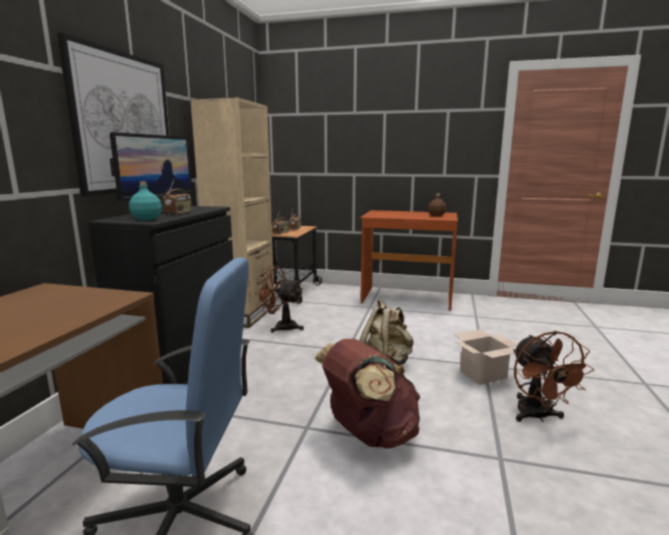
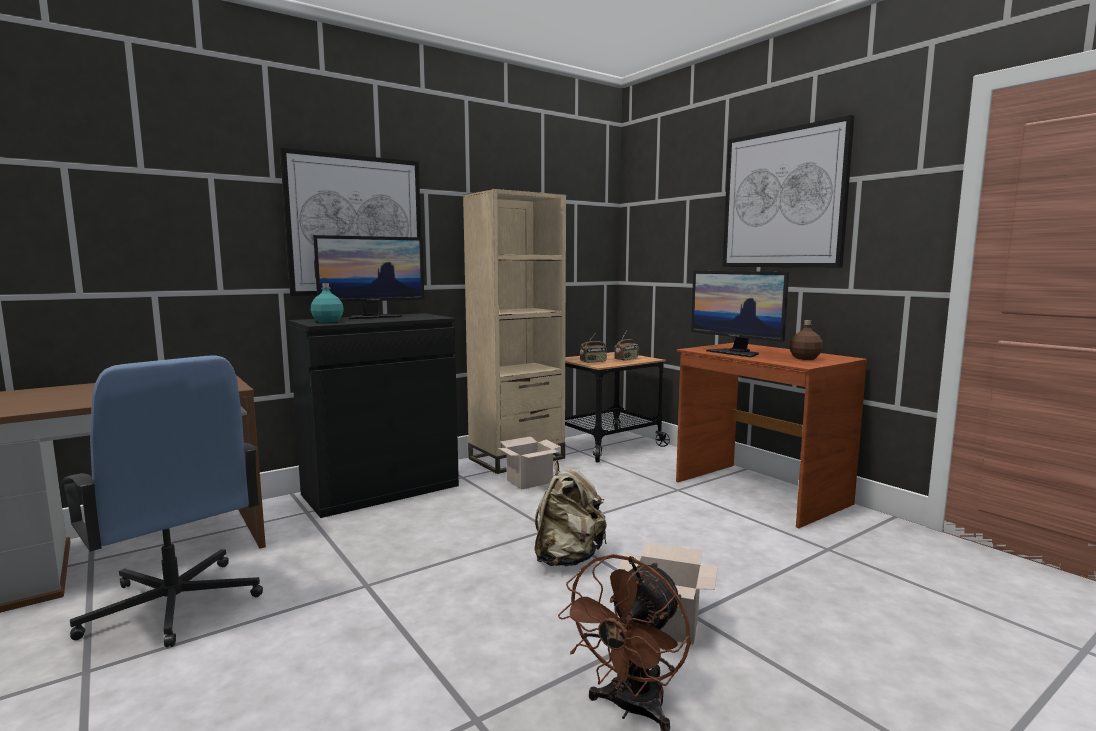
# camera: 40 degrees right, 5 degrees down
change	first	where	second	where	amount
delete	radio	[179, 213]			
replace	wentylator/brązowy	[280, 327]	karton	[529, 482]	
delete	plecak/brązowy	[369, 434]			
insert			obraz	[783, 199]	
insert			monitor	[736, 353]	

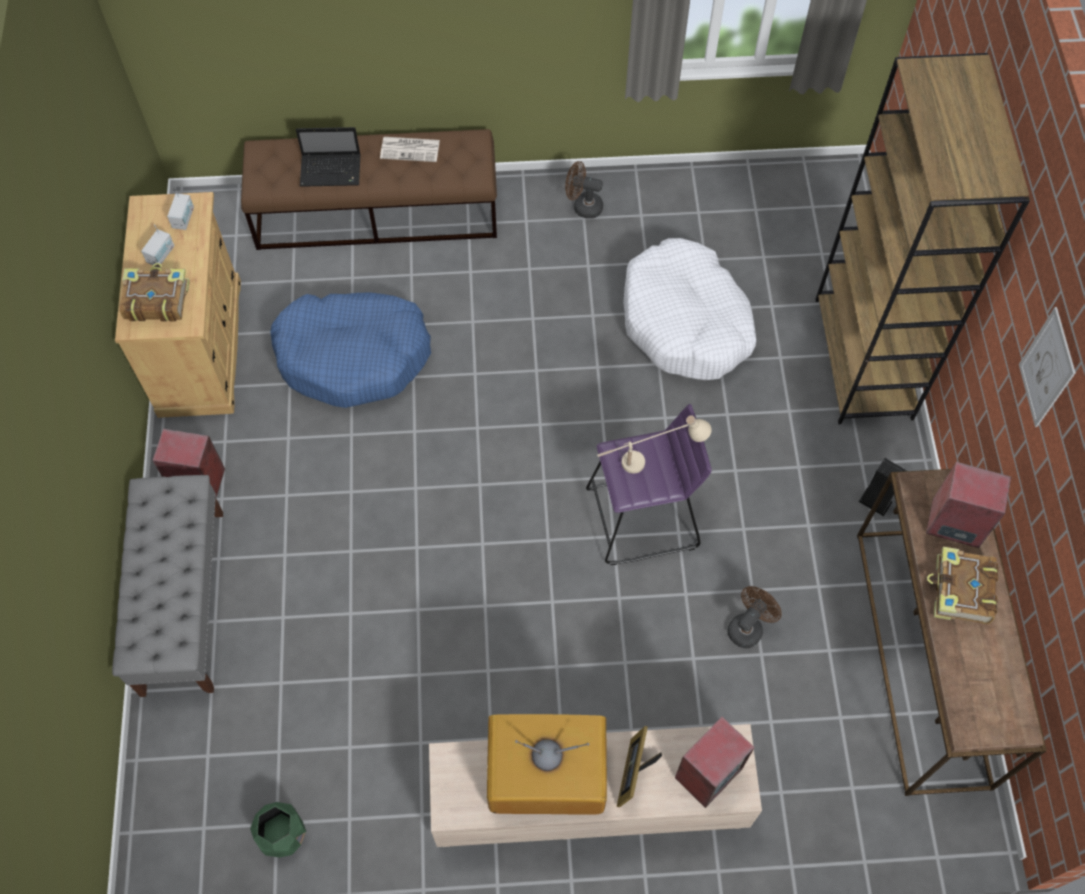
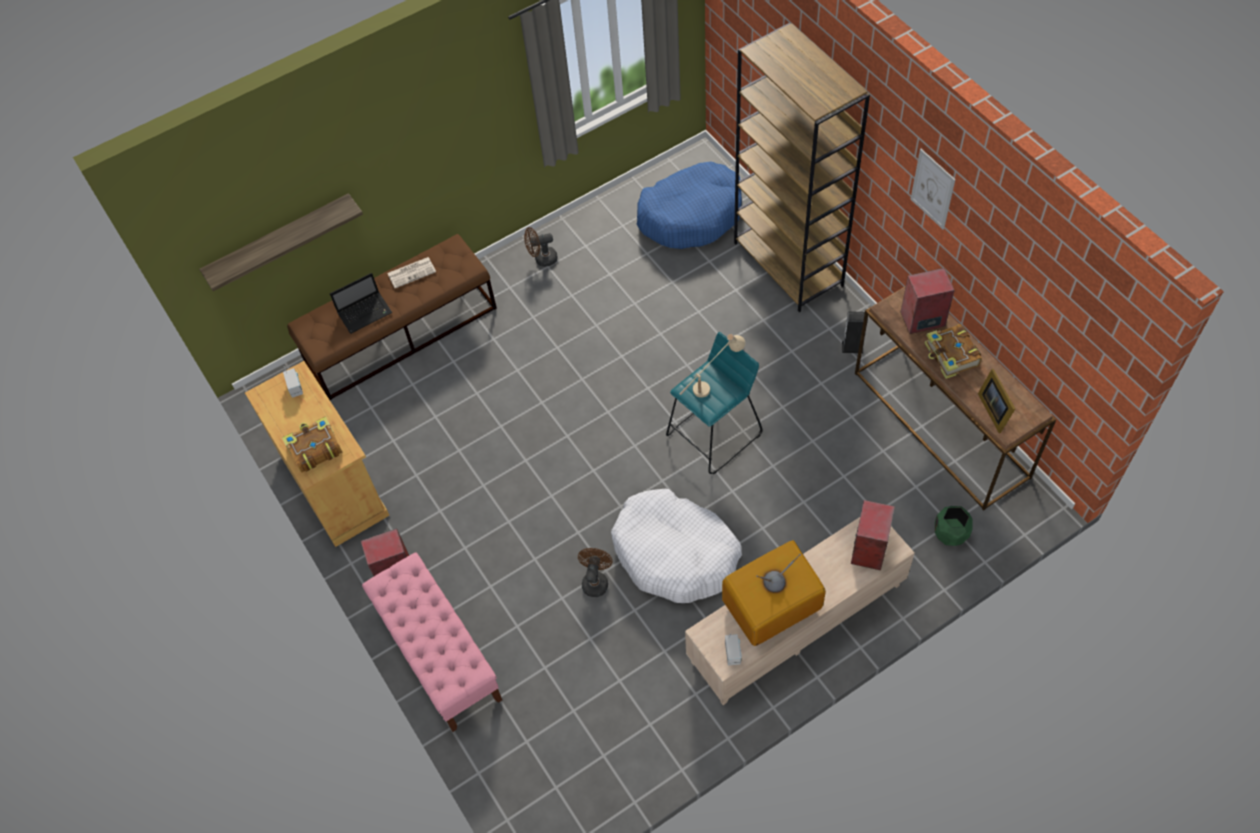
# camera: 25 degrees left, 5 degrees down
change	first	where	second	where	amount
move	radio	[161, 255]		[733, 653]	
move	legowisko/biały	[686, 322]		[675, 554]	
move	legowisko/niebieski	[353, 356]		[691, 215]	
recolor	stołek/fioletowy	[642, 518]	stołek/turkusowy	[714, 434]	
recolor	ławka/szary	[183, 600]	ławka/różowy	[439, 654]	
move	wentylator/brązowy	[748, 627]		[595, 580]	
move	ramka na zdjęcie	[635, 772]		[994, 409]	
move	donica/zielony	[283, 834]		[950, 533]	
insert			półka	[280, 241]	

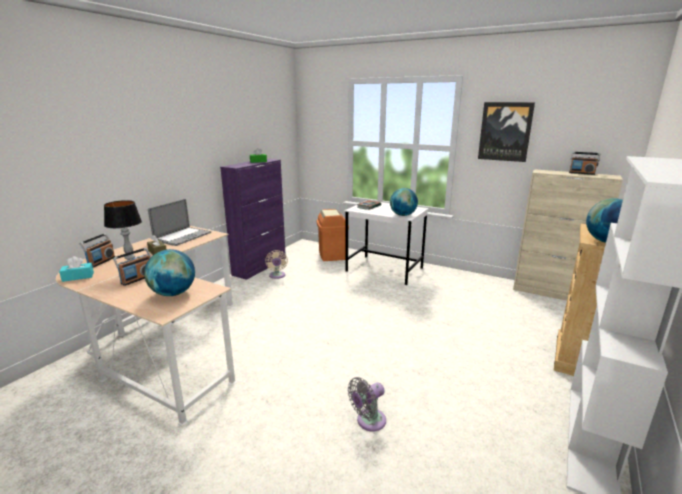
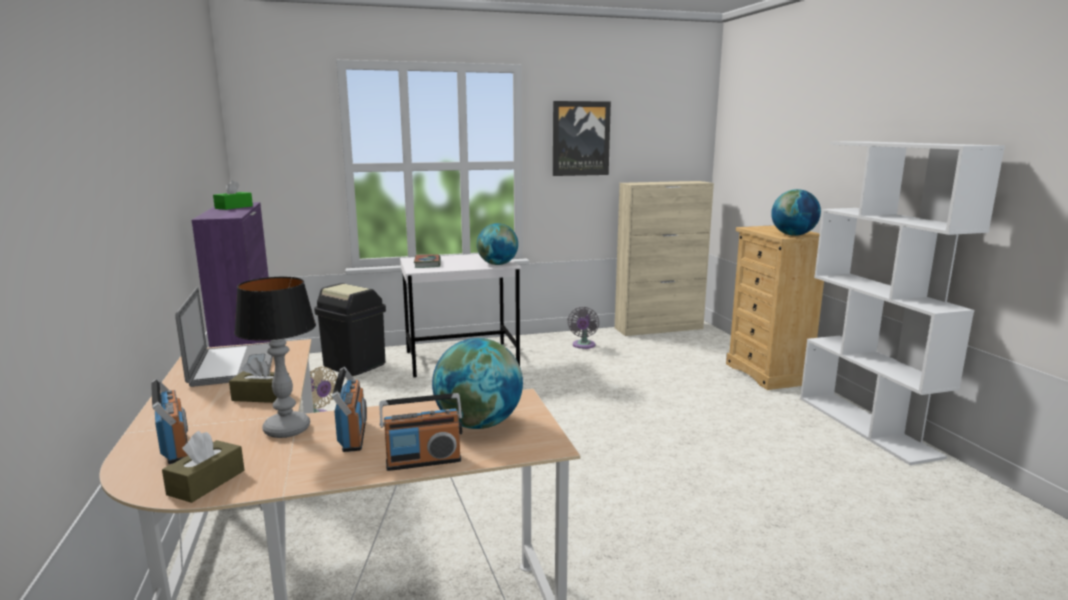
# camera: 45 degrees left, 5 degrees down
change	first	where	second	where	amount
move	radio	[581, 173]		[423, 461]	
recolor	kosz na śmieci/pomarańczowy	[332, 255]	kosz na śmieci/czarny	[354, 365]	
recolor	pudełko chusteczek/turkusowy	[78, 277]	pudełko chusteczek/brązowy	[206, 482]	
move	wentylator/szary	[368, 421]		[583, 345]	

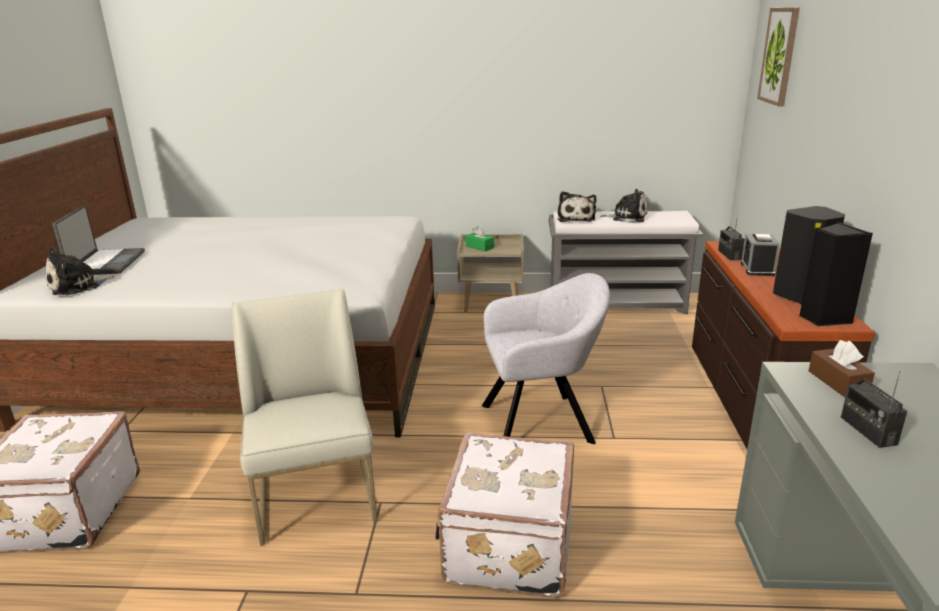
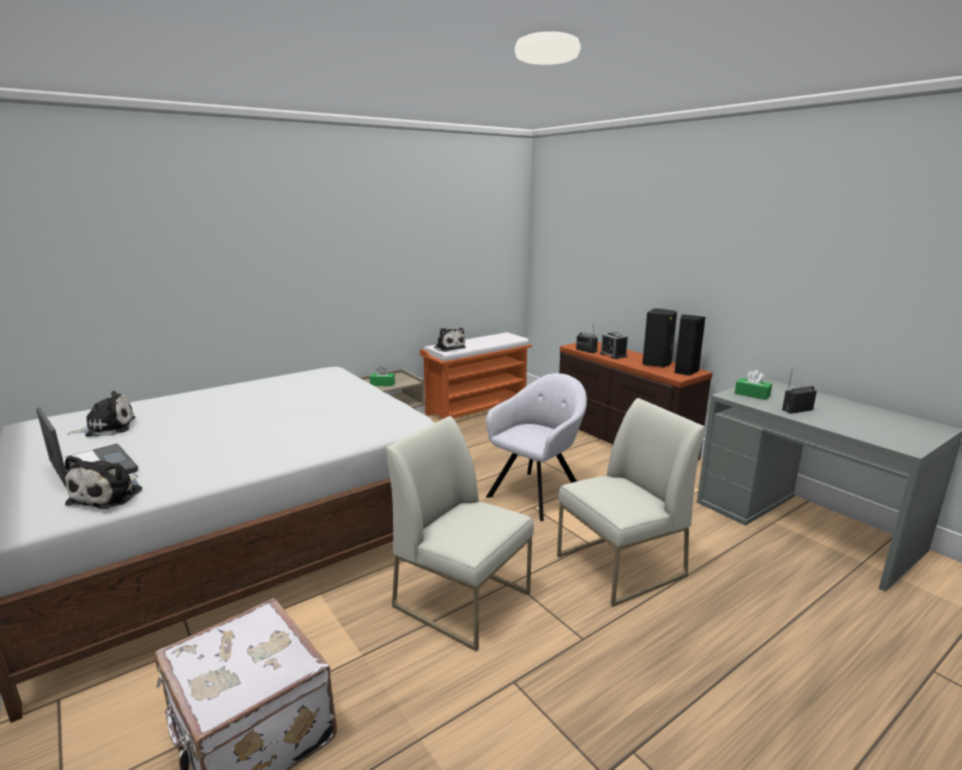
# camera: 40 degrees left, 5 degrees down
change	first	where	second	where	amount
delete	obraz	[779, 56]			
move	pluszak	[627, 217]		[107, 428]	
recolor	ławka/szary	[617, 304]	ławka/pomarańczowy	[477, 408]	
recolor	pudełko chusteczek/brązowy	[838, 382]	pudełko chusteczek/zielony	[752, 394]	
rotate	radio	[867, 430]		[797, 410]	120 degrees clockwise
replace	walizka/biały	[506, 546]	krzesło/biały	[620, 566]	

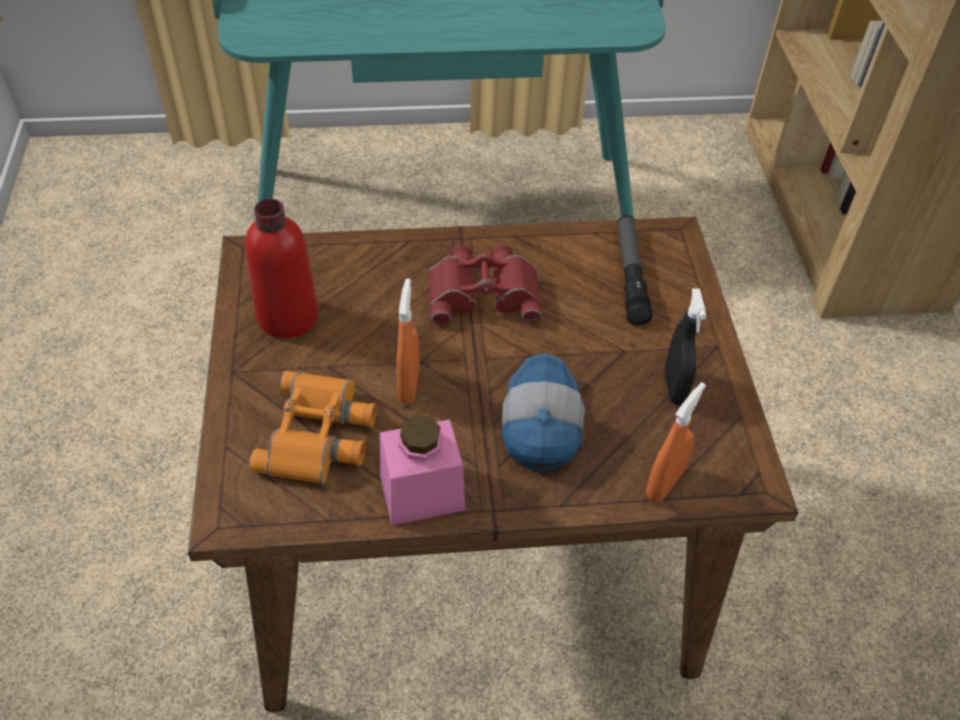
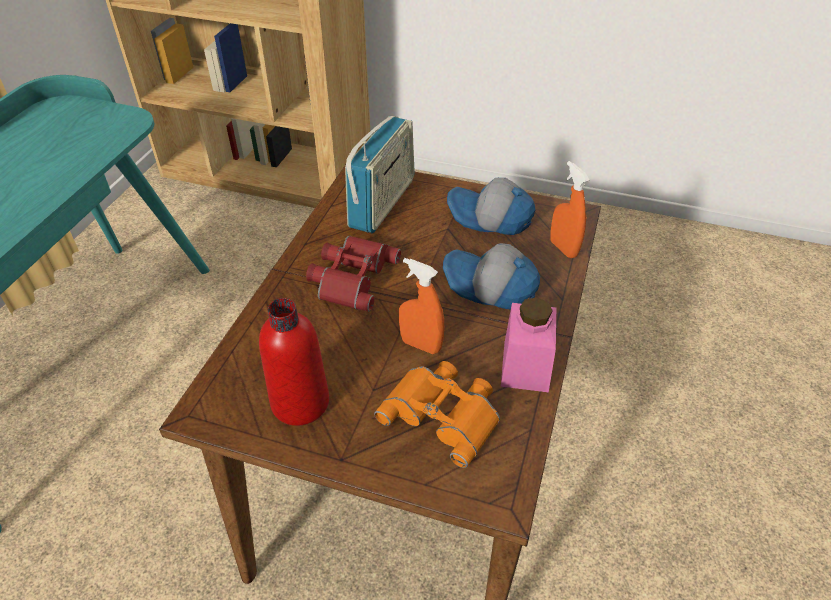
# camera: 65 degrees left, 5 degrees down
change	first	where	second	where	amount
replace	latarka	[630, 275]	radio	[382, 203]	
replace	spryskiwacz/czarny	[674, 387]	czapka z daszkiem	[489, 218]	

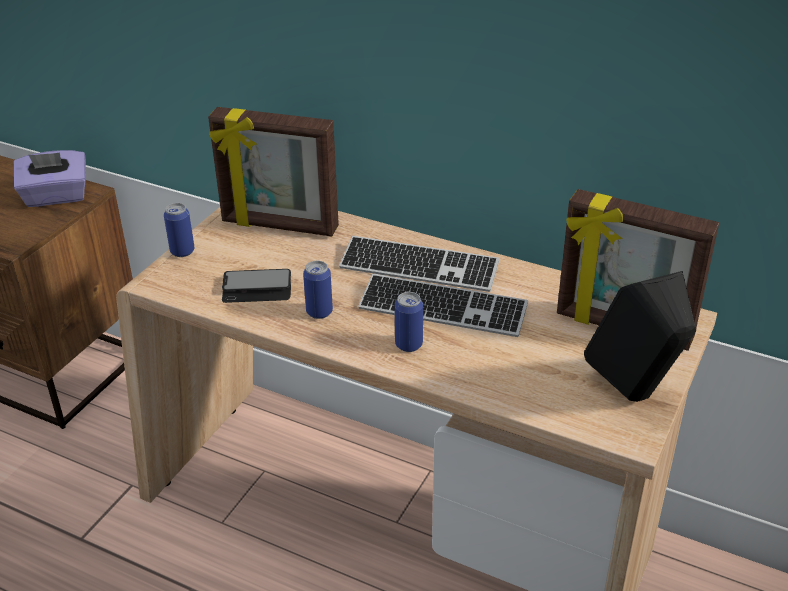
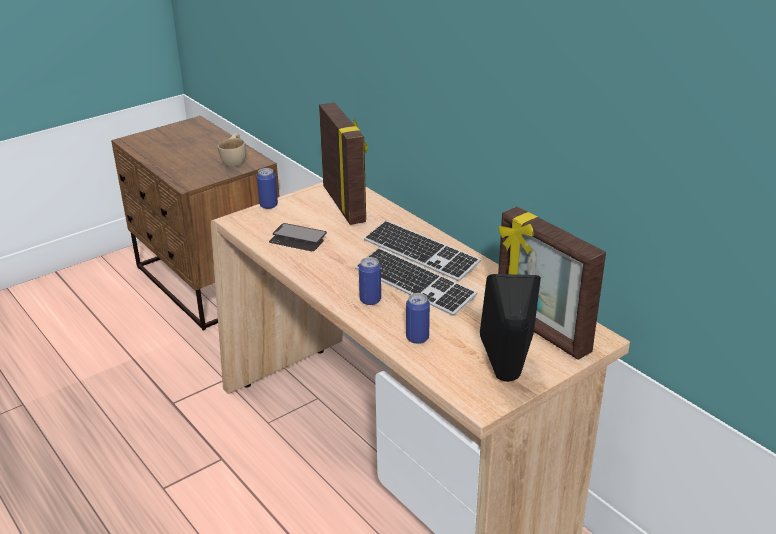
# camera: 25 degrees right, 5 degrees down
change	first	where	second	where	amount
rotate	ramka na zdjęcie	[279, 226]		[345, 204]	150 degrees counterclockwise
replace	pudełko chusteczek/fioletowy	[56, 197]	filiżanka/beżowy	[235, 161]	
move	puszka	[319, 312]		[417, 338]	

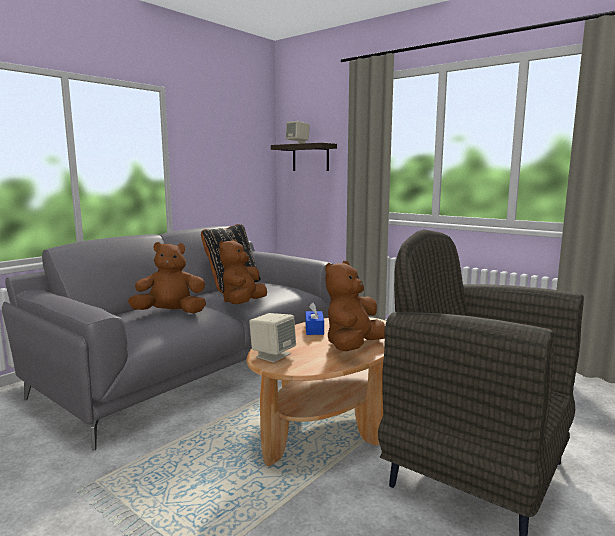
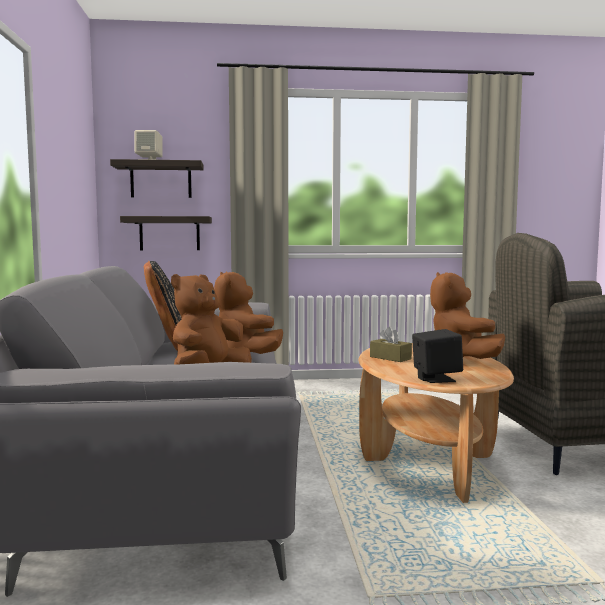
# camera: 45 degrees left, 5 degrees down
change	first	where	second	where	amount
recolor	pudełko chusteczek/niebieski	[314, 329]	pudełko chusteczek/brązowy	[390, 358]	
recolor	głośnik/beżowy	[273, 355]	głośnik/czarny	[436, 378]	
insert			półka	[169, 233]	

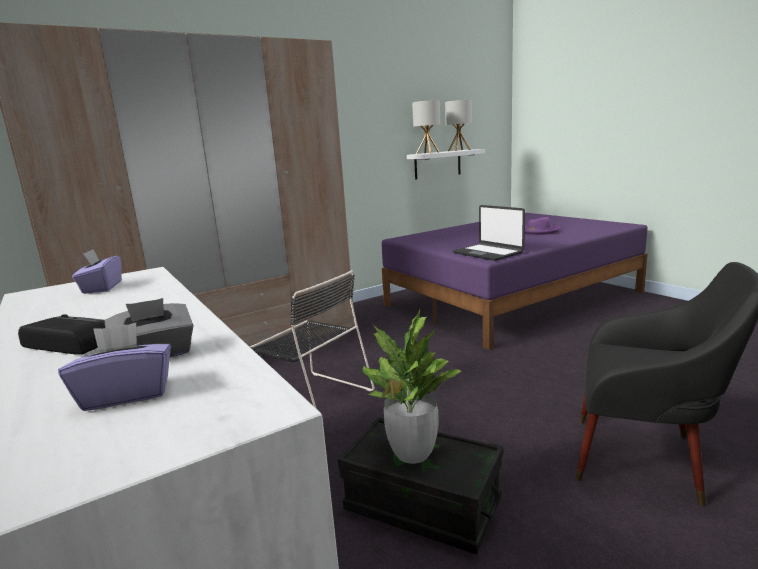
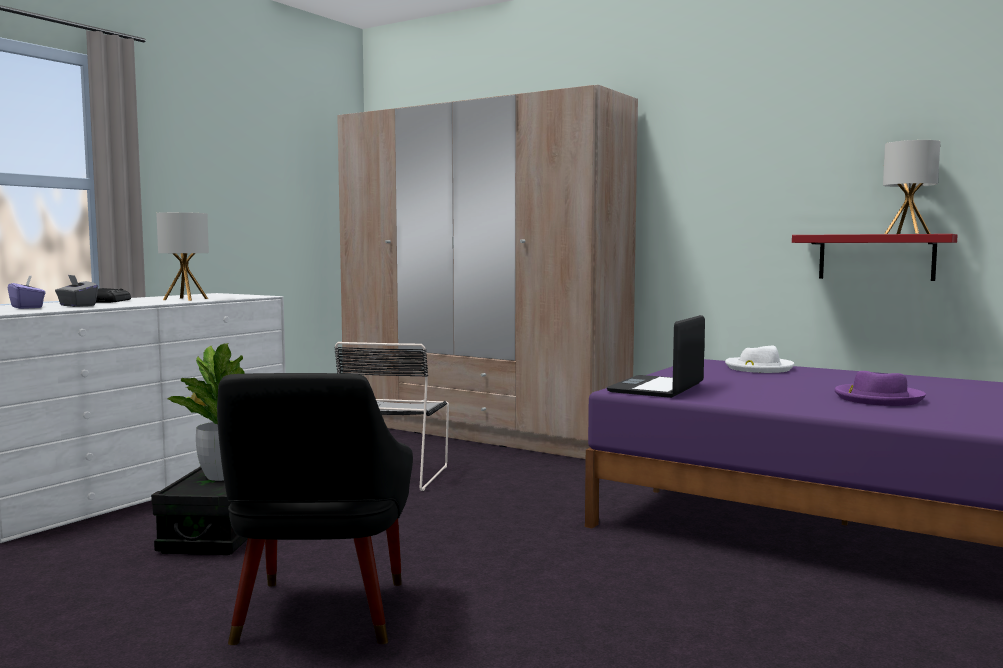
# camera: 65 degrees right, 10 degrees down
change	first	where	second	where	amount
move	lampa stołowa	[427, 153]		[185, 299]	
recolor	półka/biały	[437, 164]	półka/czerwony	[876, 257]	
delete	pudełko chusteczek/fioletowy	[101, 288]			
insert			kapelusz/biały	[758, 368]	

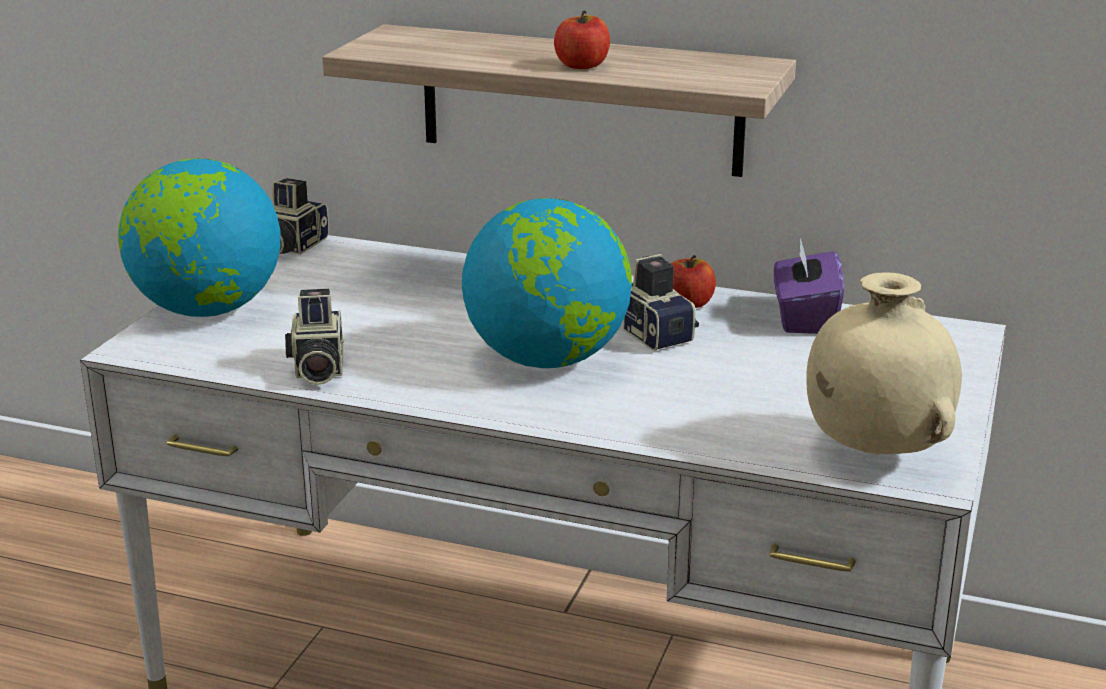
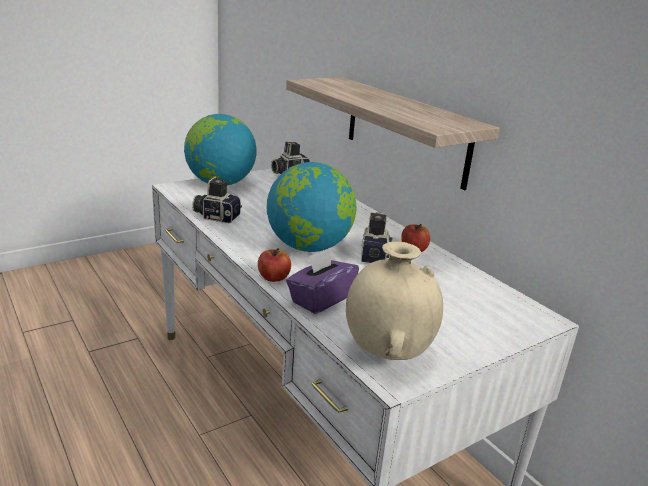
# camera: 35 degrees right, 0 degrees up
change	first	where	second	where	amount
move	jabłko	[582, 66]		[273, 278]	
move	pudełko chusteczek/fioletowy	[804, 318]		[320, 299]	
rotate	aparat fotograficzny	[317, 369]		[217, 216]	75 degrees clockwise

